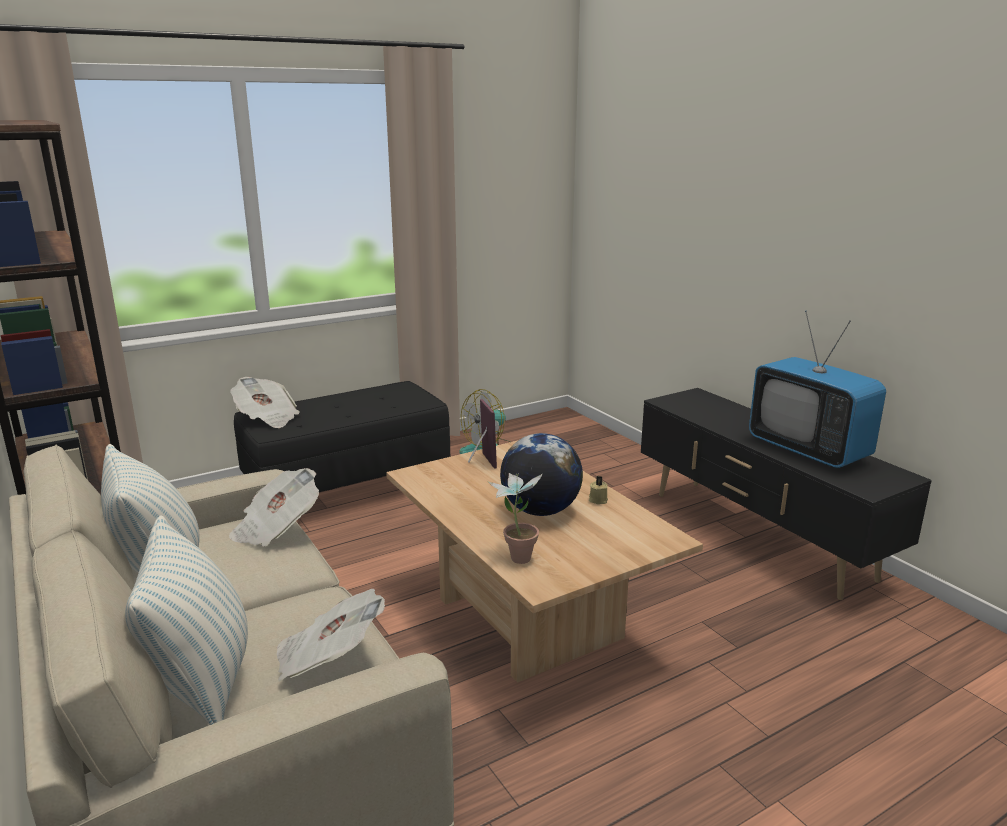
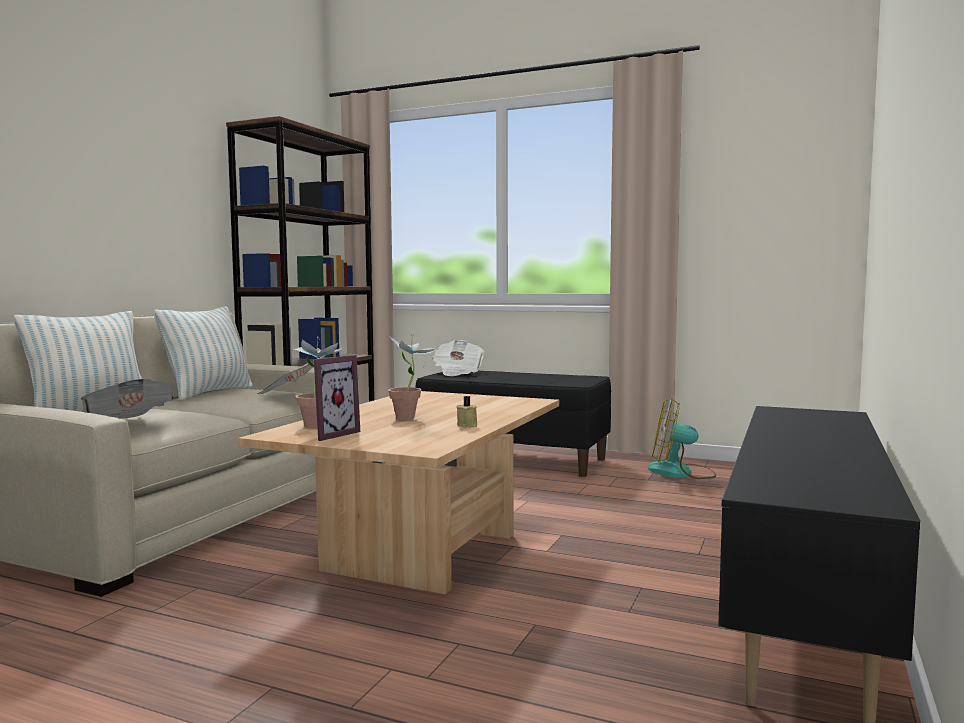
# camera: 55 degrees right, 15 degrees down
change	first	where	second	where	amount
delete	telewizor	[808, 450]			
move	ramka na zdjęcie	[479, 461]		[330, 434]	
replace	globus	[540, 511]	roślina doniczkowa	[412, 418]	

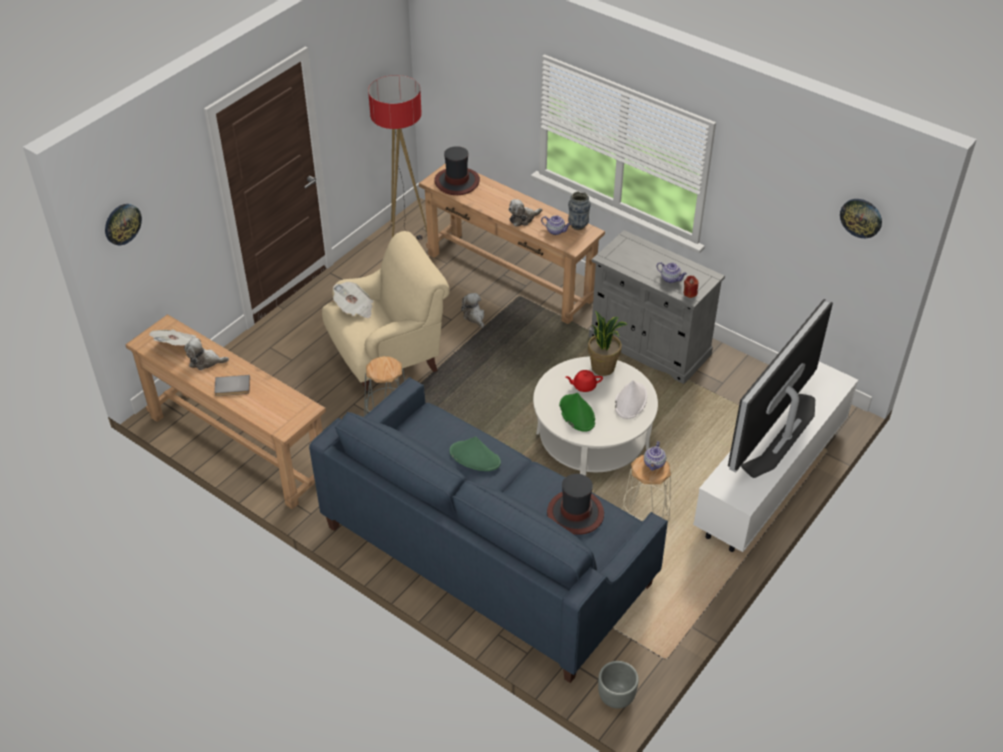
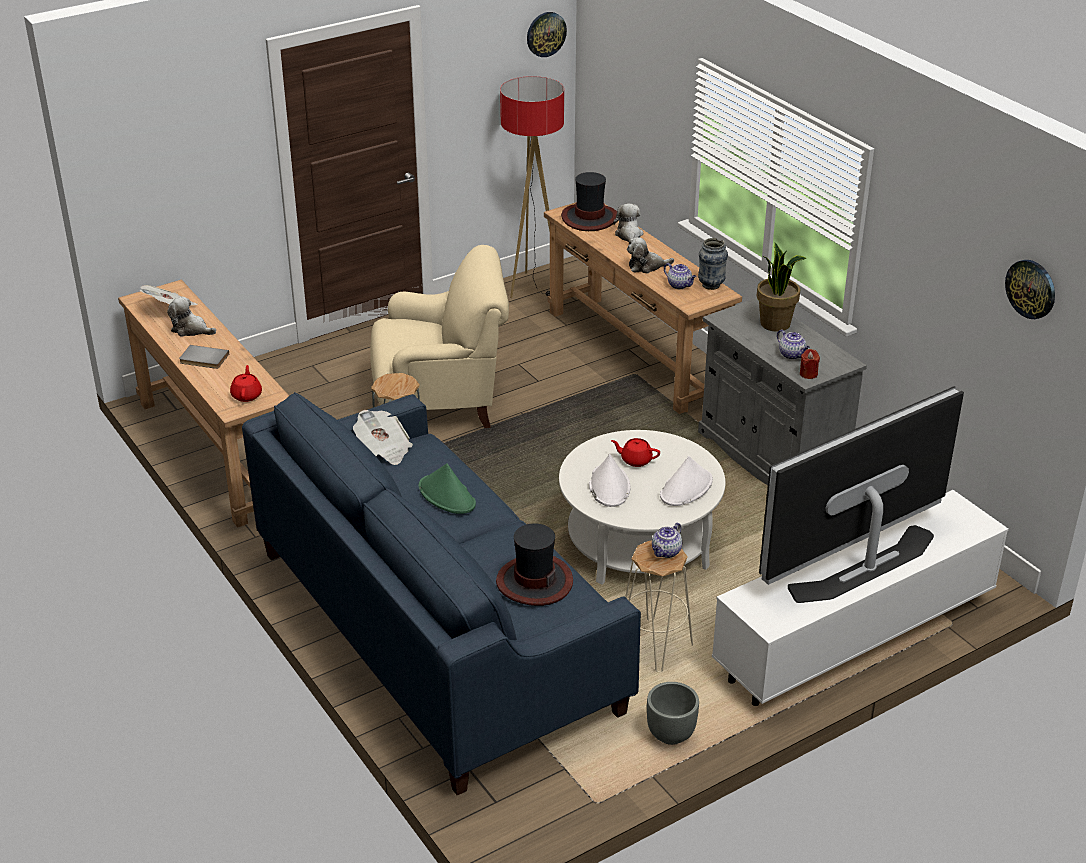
# camera: 20 degrees right, 10 degrees down
change	first	where	second	where	amount
move	zegar ścienny	[122, 224]		[546, 34]	
move	gazeta	[354, 308]		[384, 449]	
move	pluszak	[474, 316]		[629, 235]	
move	roślina doniczkowa	[603, 367]		[776, 324]	
recolor	kapelusz/zielony	[576, 413]	kapelusz/biały	[609, 486]	
move	donica/szary	[615, 698]		[670, 735]	
insert			imbryk/czerwony	[247, 395]	

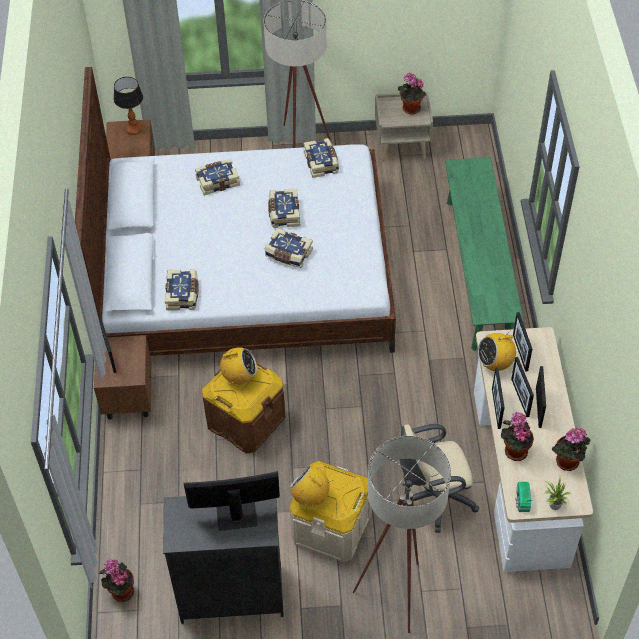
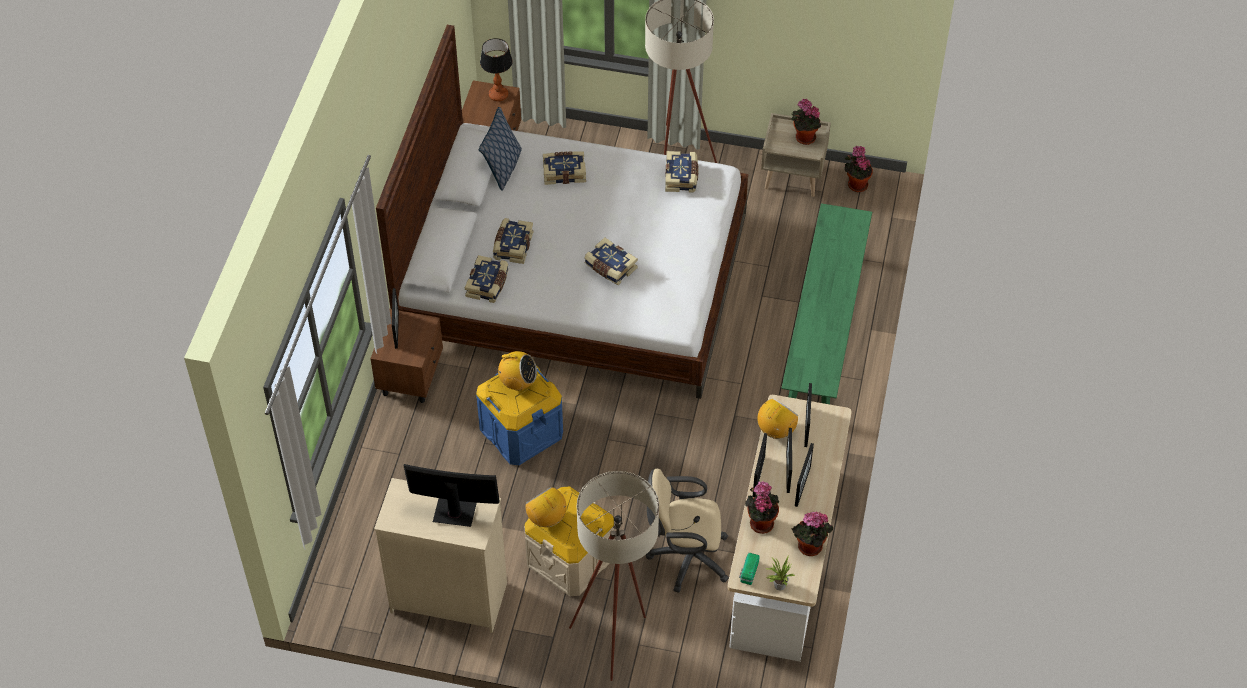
# camera: 15 degrees right, 0 degrees up
change	first	where	second	where	amount
move	książka	[283, 213]		[512, 246]	
rotate	radio	[495, 363]		[776, 431]	135 degrees clockwise
recolor	pojemnik do przechowywania/brązowy	[245, 420]	pojemnik do przechowywania/niebieski	[521, 431]	
recolor	komoda/czarny	[231, 593]	komoda/beżowy	[449, 597]	
move	roślina doniczkowa	[121, 591]		[856, 184]	
insert			poduszka	[502, 168]	

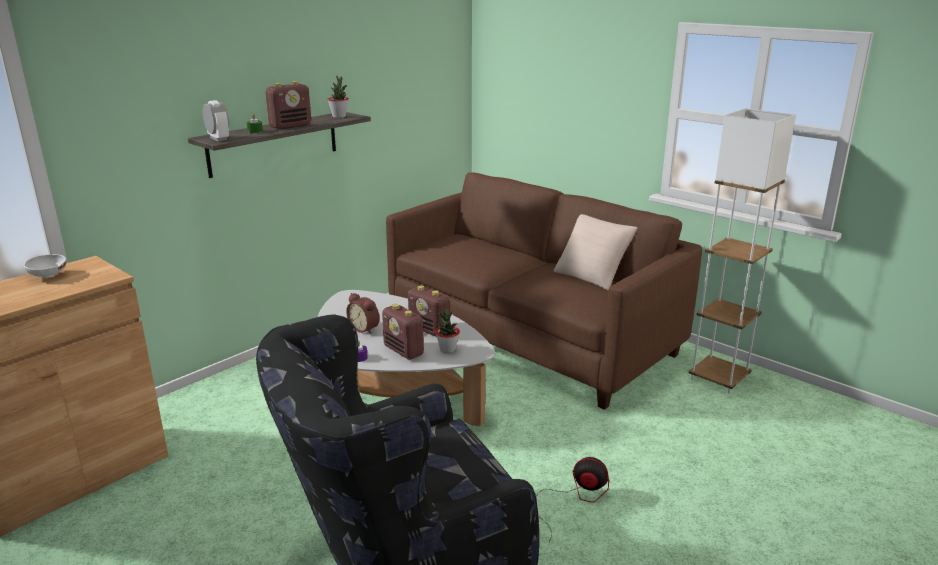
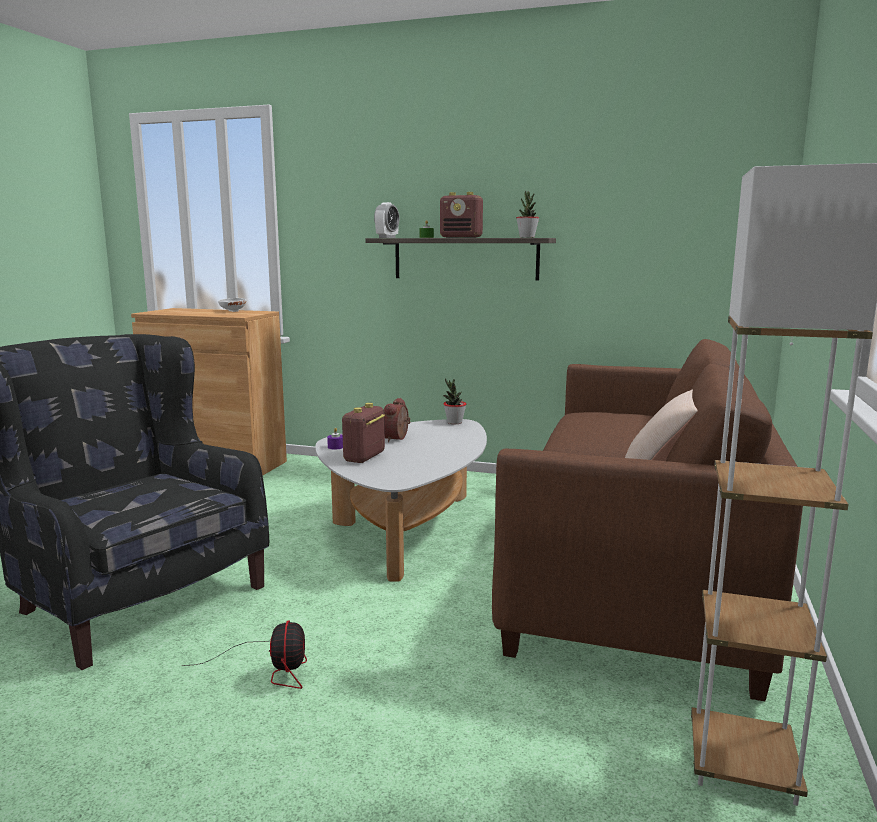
# camera: 65 degrees right, 10 degrees down
change	first	where	second	where	amount
delete	radio	[429, 330]			
move	roślina doniczkowa	[447, 349]		[454, 422]	

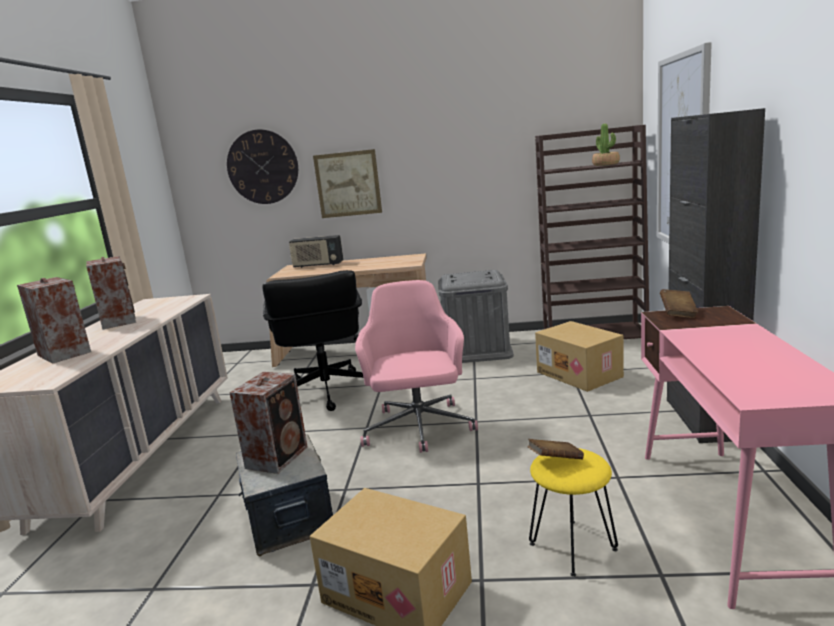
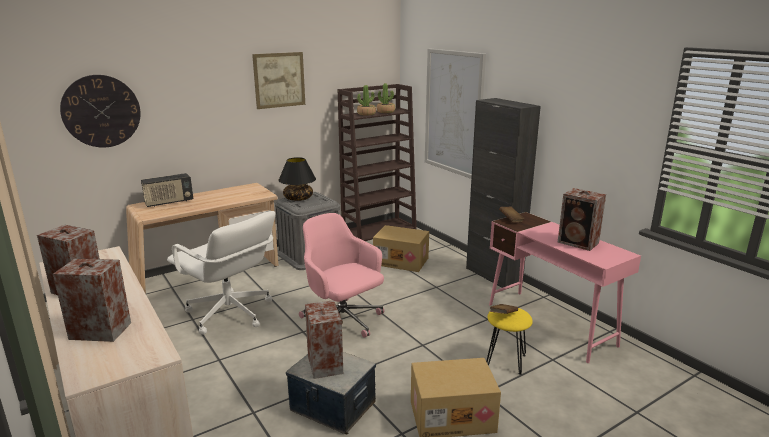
# camera: 40 degrees left, 5 degrees up
change	first	where	second	where	amount
move	obraz	[348, 184]		[279, 80]	
recolor	krzesło biurowe/czarny	[326, 392]	krzesło biurowe/biały	[229, 314]	
insert			roślina doniczkowa	[366, 114]	
insert			lampa stołowa/czarny	[298, 198]	
insert			głośnik	[579, 243]	

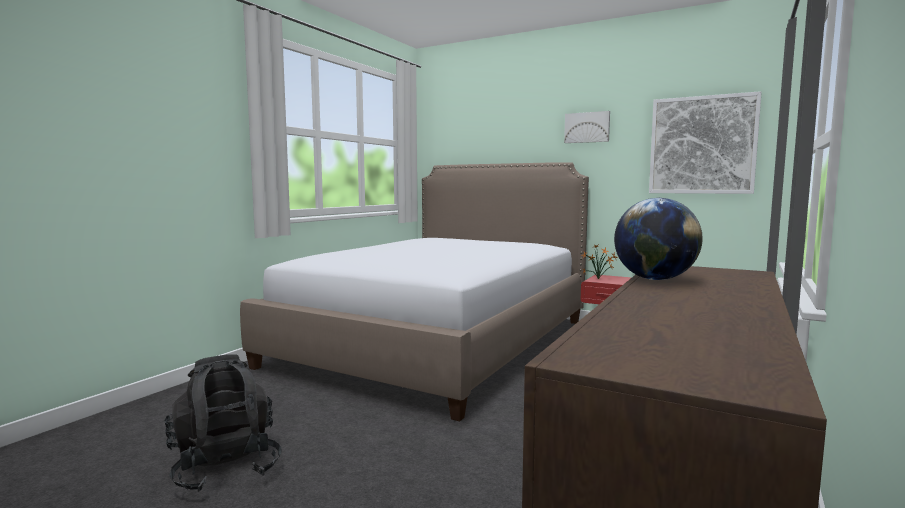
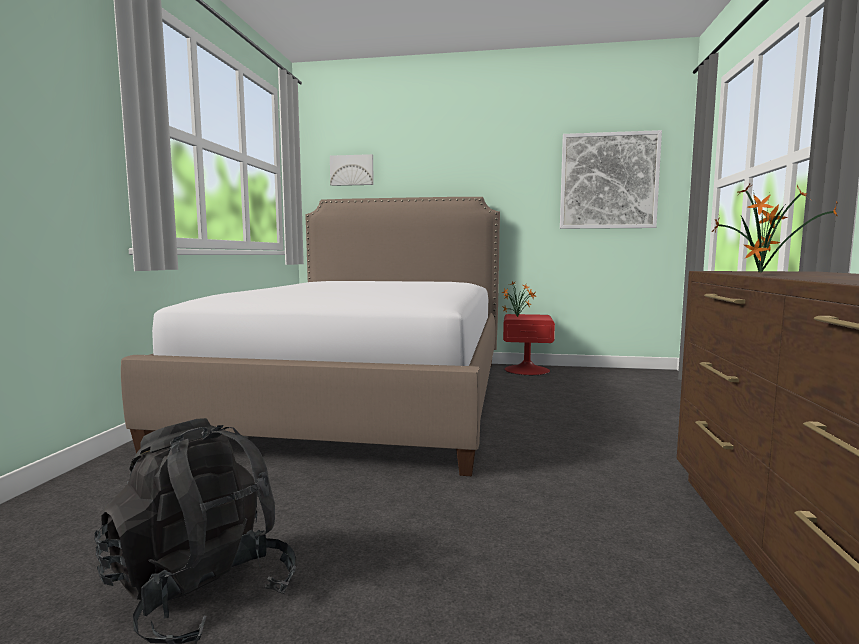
# camera: 20 degrees left, 0 degrees up
change	first	where	second	where	amount
move	obraz	[587, 127]		[352, 170]	
replace	globus	[654, 279]	roślina doniczkowa	[761, 274]	

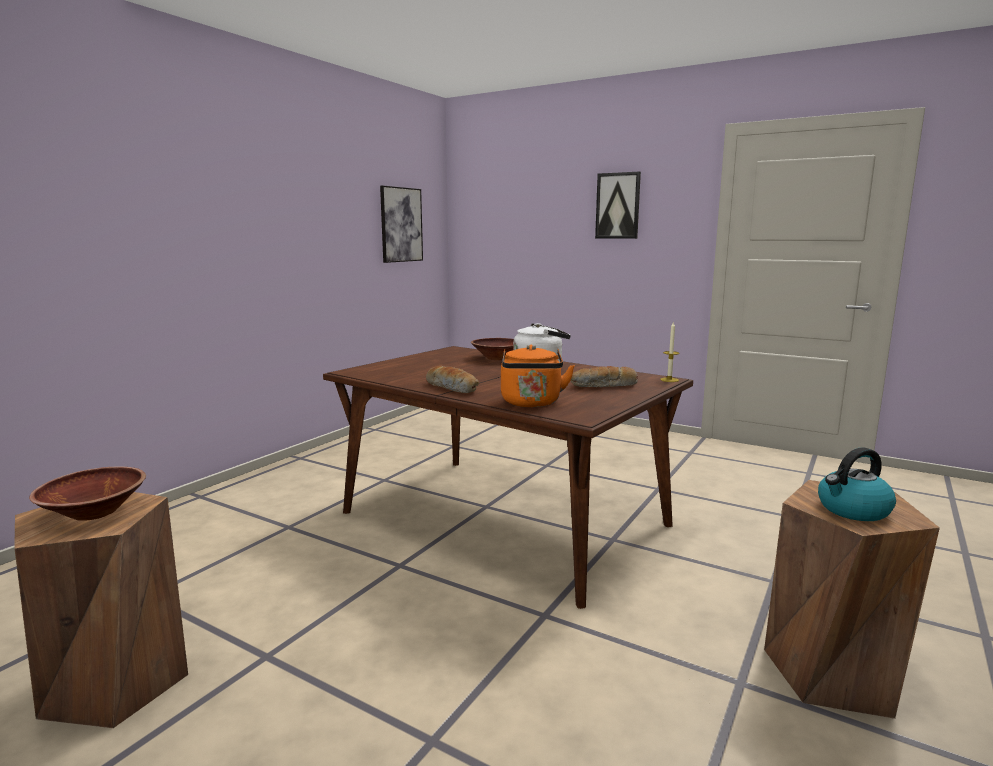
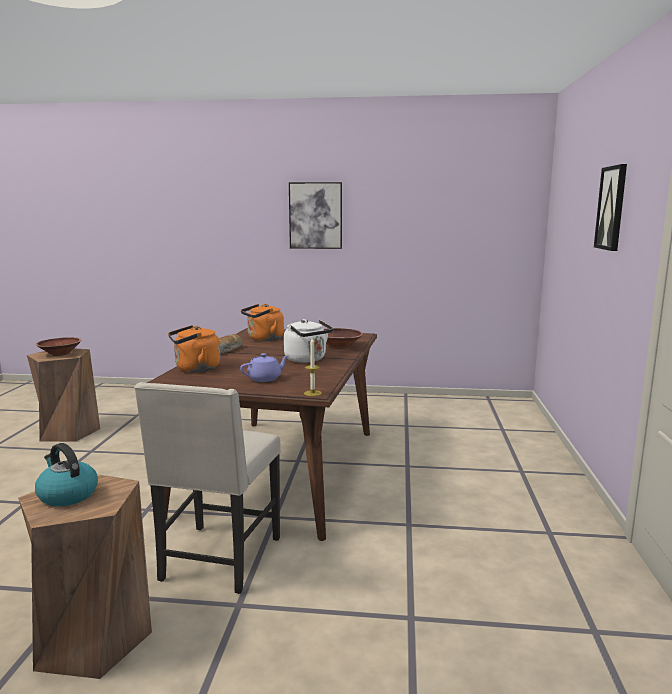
# camera: 65 degrees right, 0 degrees up
change	first	where	second	where	amount
move	obraz	[401, 224]		[315, 215]	
replace	chleb	[604, 386]	imbryk/fioletowy	[265, 378]	
insert			czajnik/pomarańczowy	[263, 339]	
insert			krzesło/beżowy	[219, 560]	

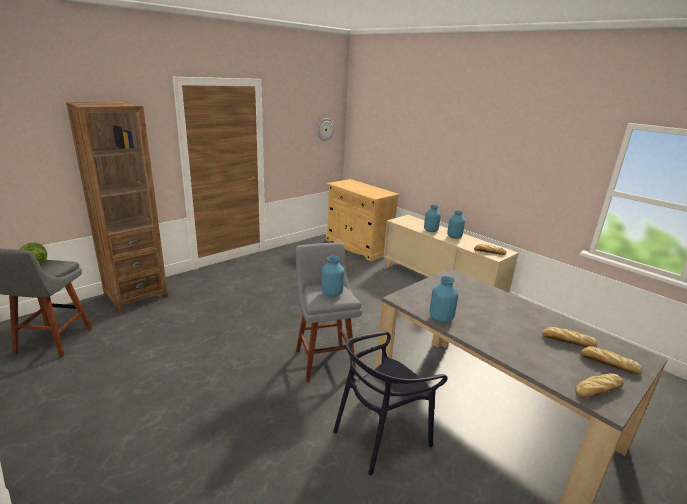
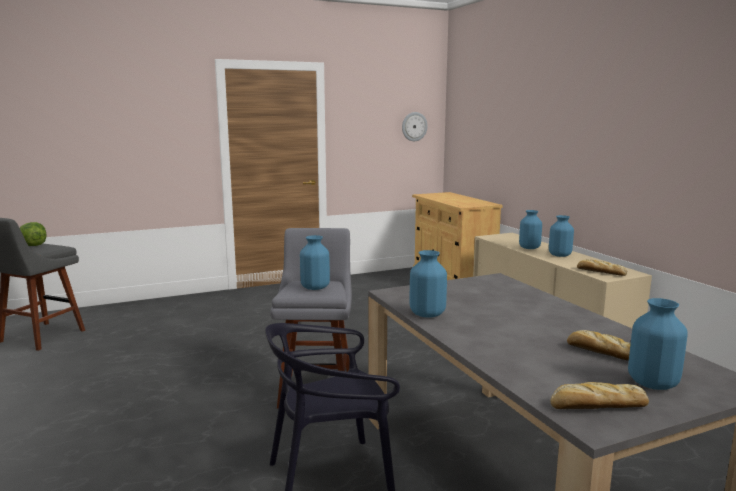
# camera: 20 degrees right, 10 degrees down
change	first	where	second	where	amount
delete	regał/brązowy	[136, 295]			
replace	chleb	[607, 364]	wazon/niebieski	[652, 383]	

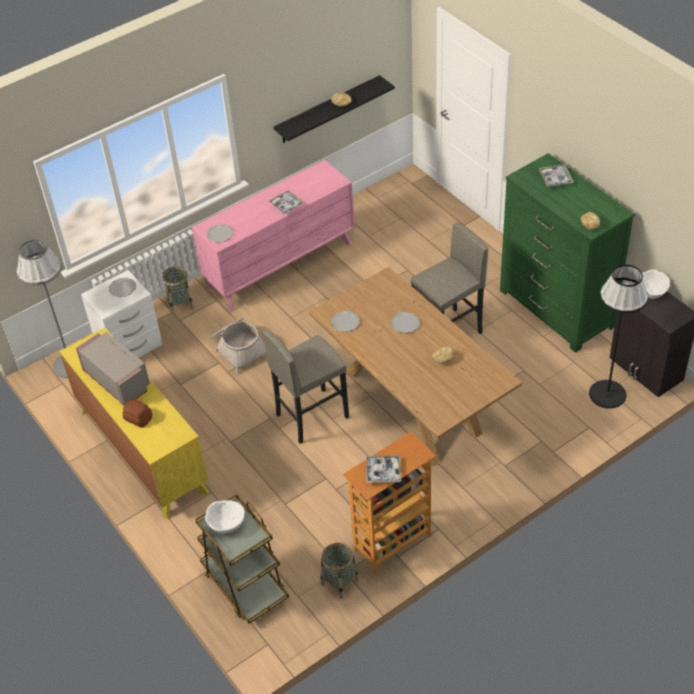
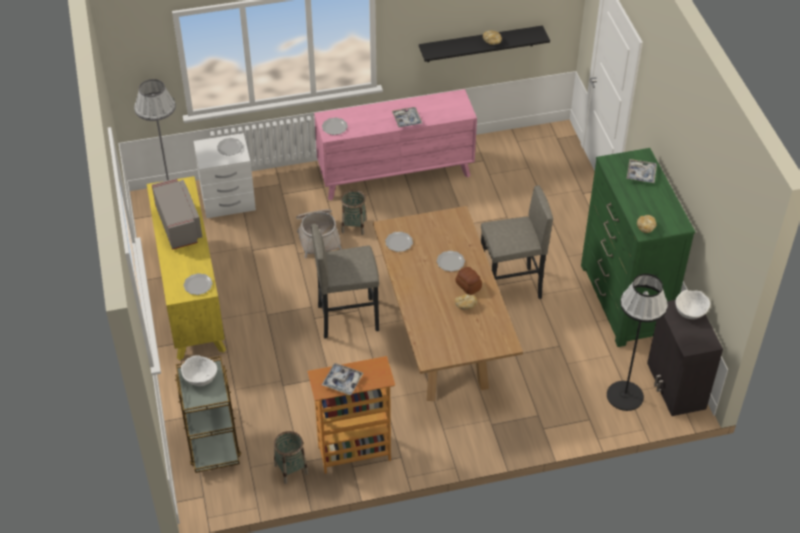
# camera: 20 degrees right, 0 degrees up
change	first	where	second	where	amount
move	koszyk	[180, 303]		[354, 226]	
move	chleb	[138, 418]		[468, 285]	
insert			talerz	[197, 285]	

